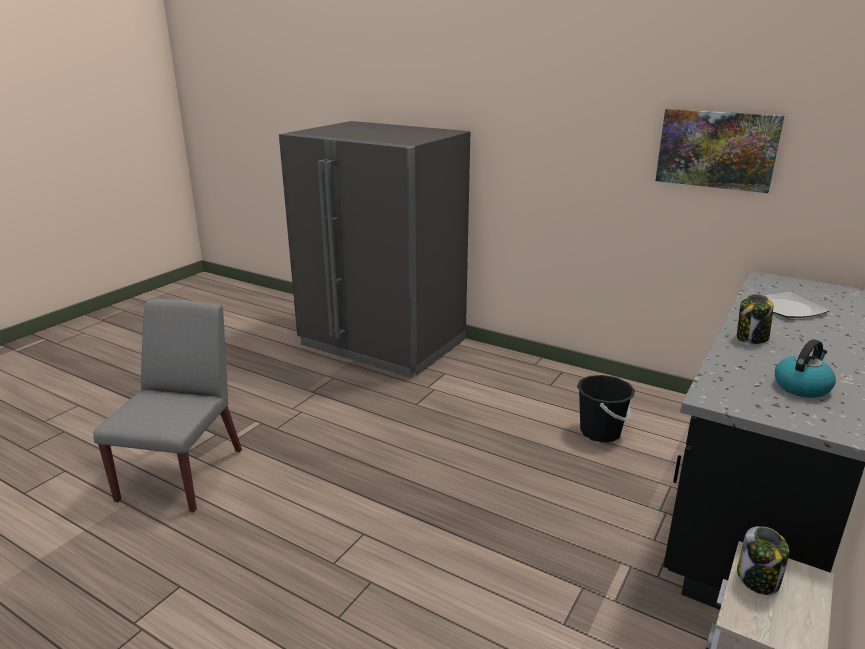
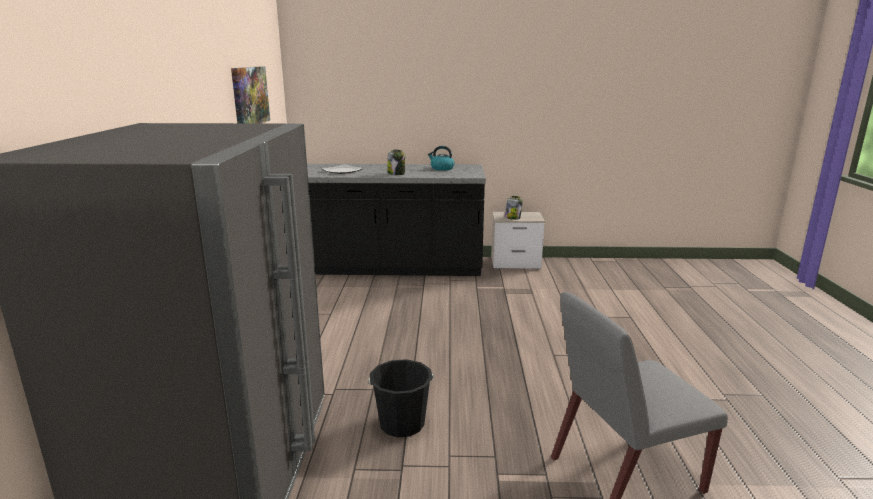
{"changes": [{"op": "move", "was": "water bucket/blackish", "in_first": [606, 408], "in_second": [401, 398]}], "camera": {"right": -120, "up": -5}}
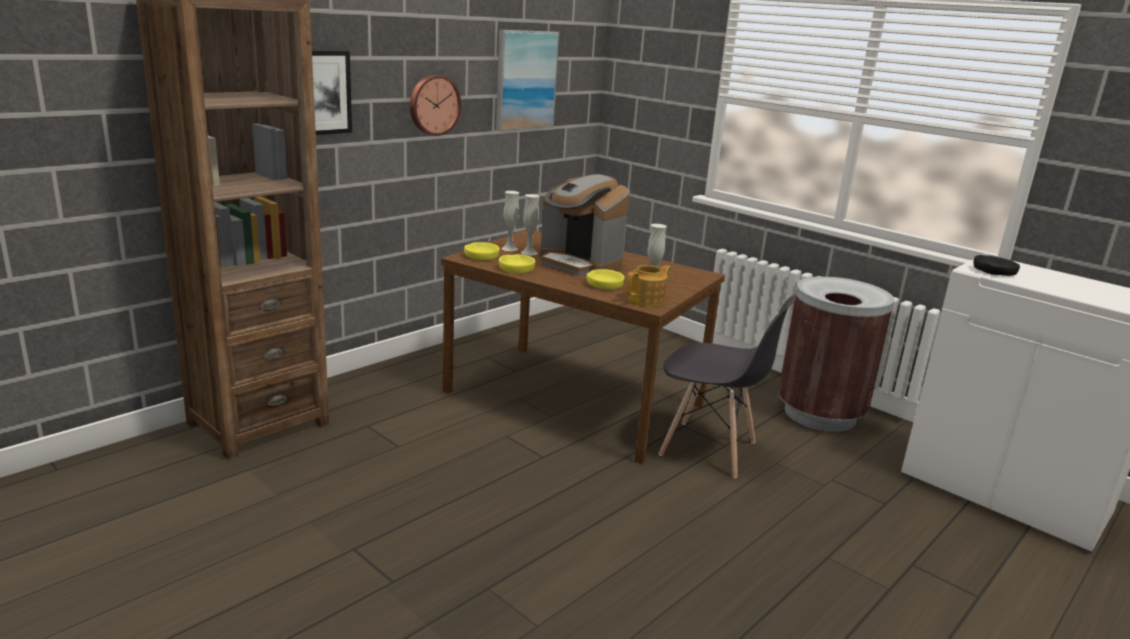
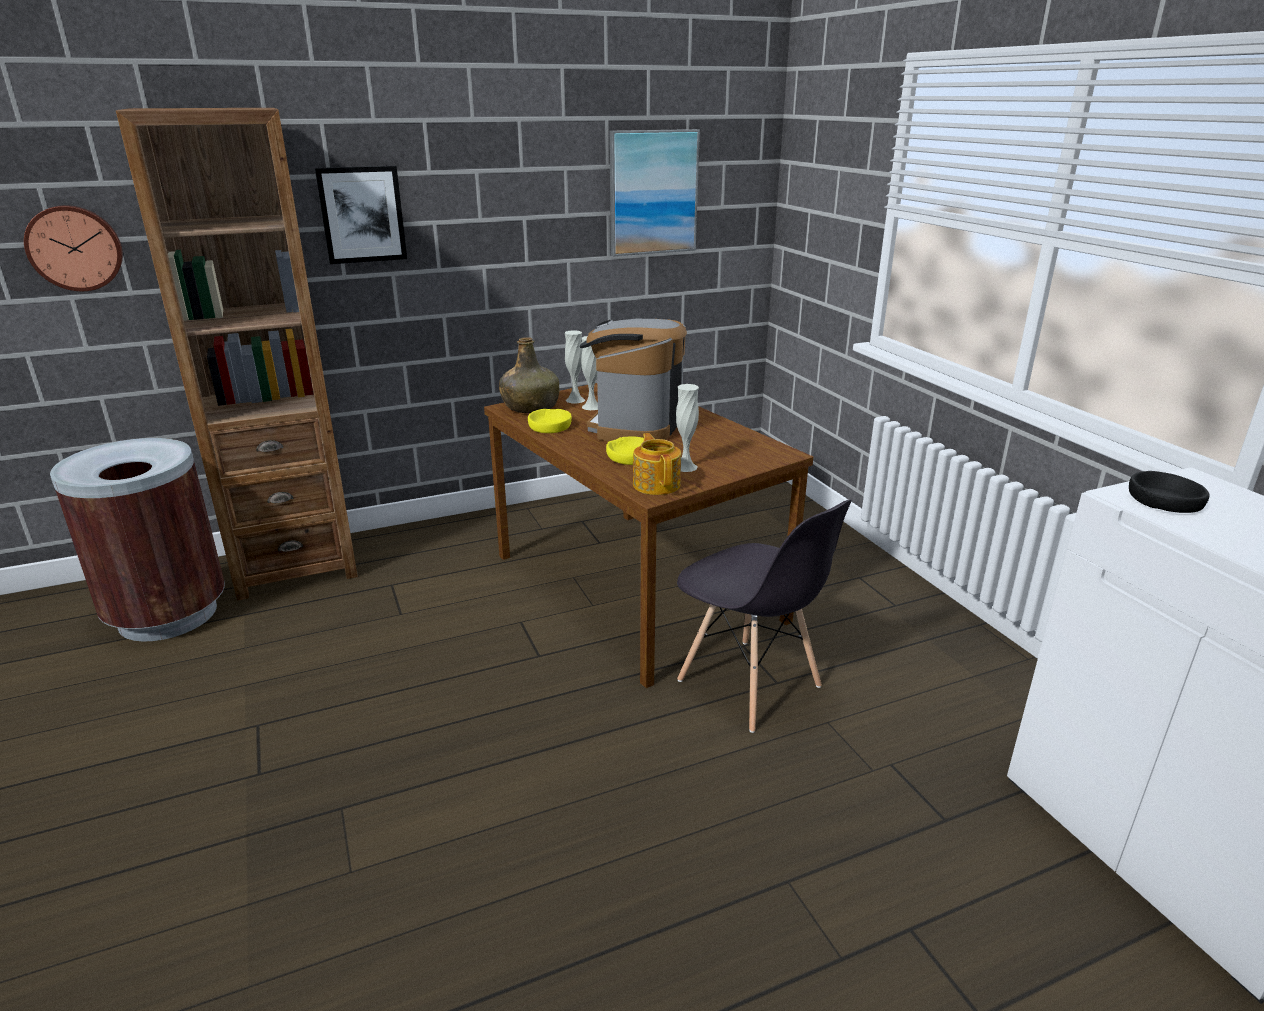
{"changes": [{"op": "move", "was": "hanging clock", "in_first": [435, 105], "in_second": [73, 248]}, {"op": "move", "was": "rubbish bin/brown-coloured", "in_first": [836, 354], "in_second": [137, 539]}, {"op": "replace", "was": "serving bowl/yellow-coloured", "now": "bottle/green", "in_first": [482, 251], "in_second": [529, 375]}, {"op": "rotate", "was": "coffee brewer", "in_first": [584, 225], "in_second": [633, 380], "clockwise": 45}, {"op": "rotate", "was": "teapot", "in_first": [648, 286], "in_second": [657, 464], "clockwise": -90}], "camera": {"right": 25, "up": 5}}
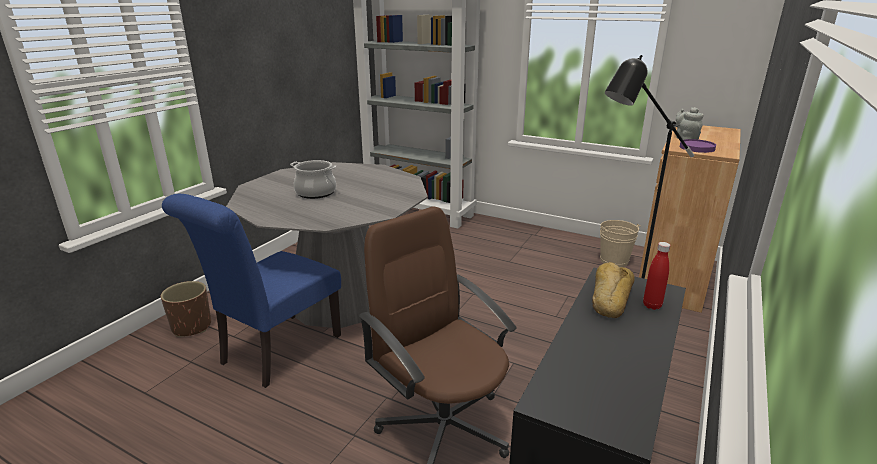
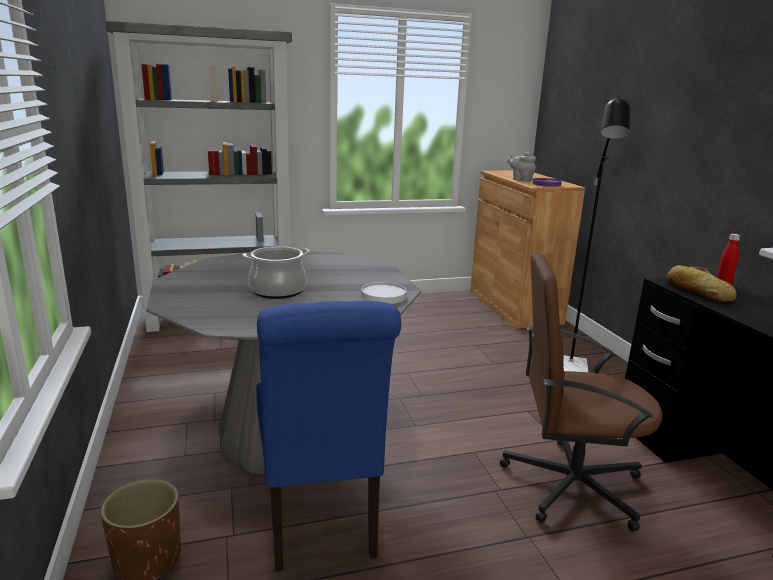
{"changes": [{"op": "delete", "was": "water bucket/beige-coloured", "in_first": [620, 243]}, {"op": "insert", "now": "plate/white", "in_second": [383, 293]}], "camera": {"right": -45, "up": -5}}
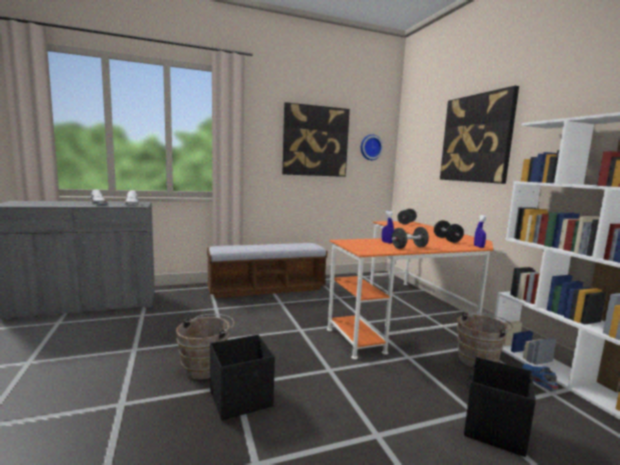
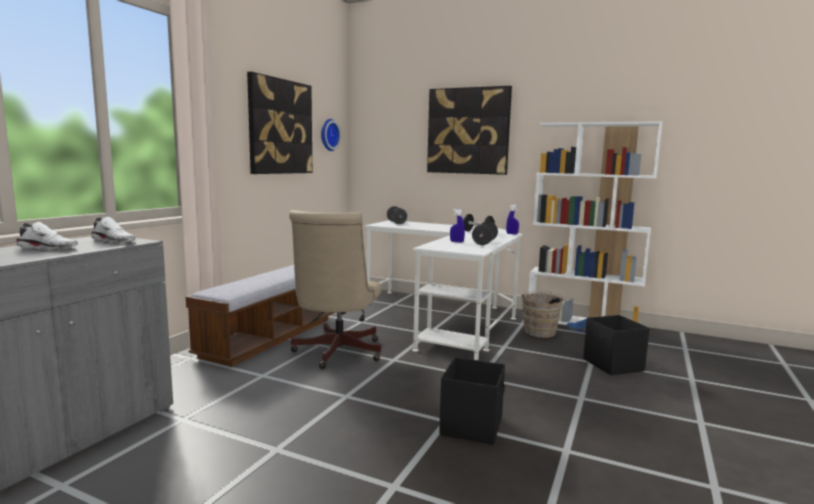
{"changes": [{"op": "delete", "was": "water bucket/brown-coloured", "in_first": [205, 347]}, {"op": "insert", "now": "office chair/beige-coloured", "in_second": [335, 289]}, {"op": "recolor", "was": "desk unit/orange", "now": "desk unit/white", "in_first": [410, 290], "in_second": [444, 290]}], "camera": {"right": -45, "up": 0}}
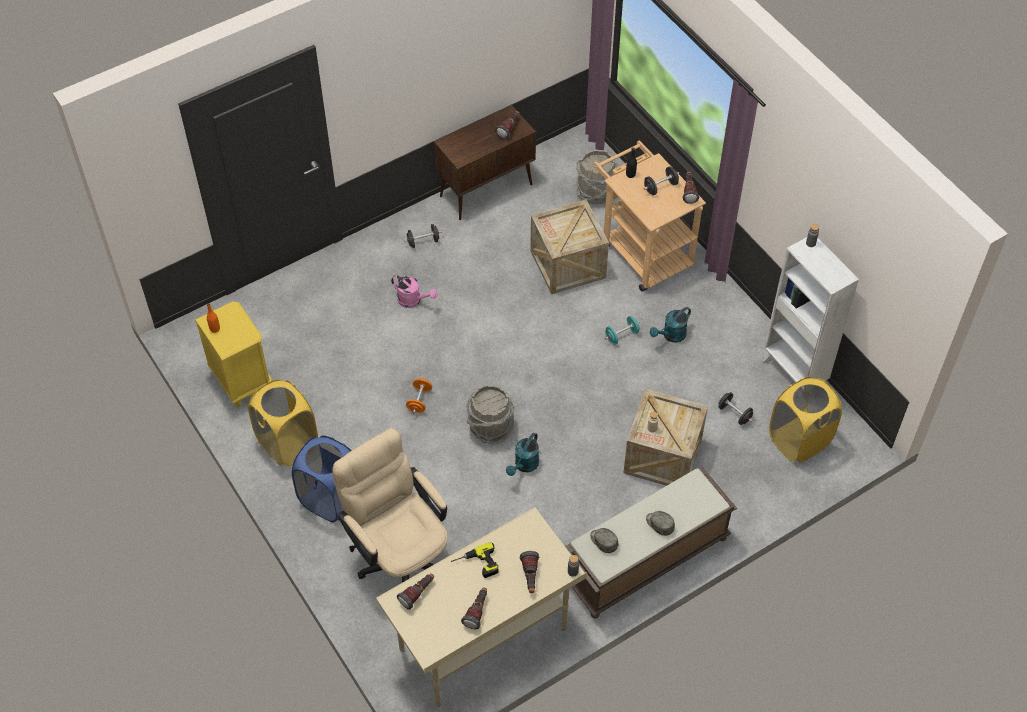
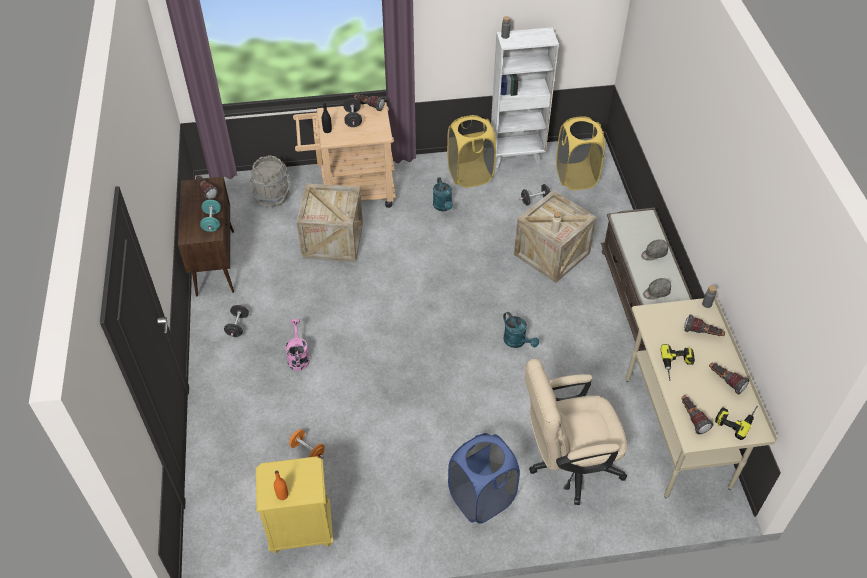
{"changes": [{"op": "delete", "was": "water bucket/greyish", "in_first": [490, 414]}, {"op": "insert", "now": "drill", "in_second": [736, 423]}, {"op": "move", "was": "washing basket/yellow-coloured", "in_first": [283, 422], "in_second": [471, 151]}, {"op": "move", "was": "dumbbell/orange", "in_first": [419, 395], "in_second": [307, 443]}, {"op": "move", "was": "dumbbell/turquoise-coloured", "in_first": [622, 330], "in_second": [210, 216]}, {"op": "rotate", "was": "watering pot/pink", "in_first": [414, 291], "in_second": [298, 345], "clockwise": -60}], "camera": {"right": -65, "up": -5}}
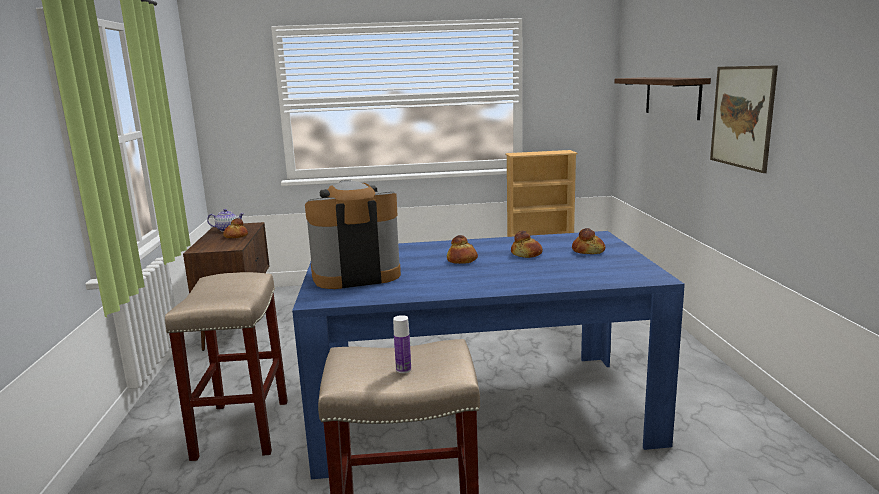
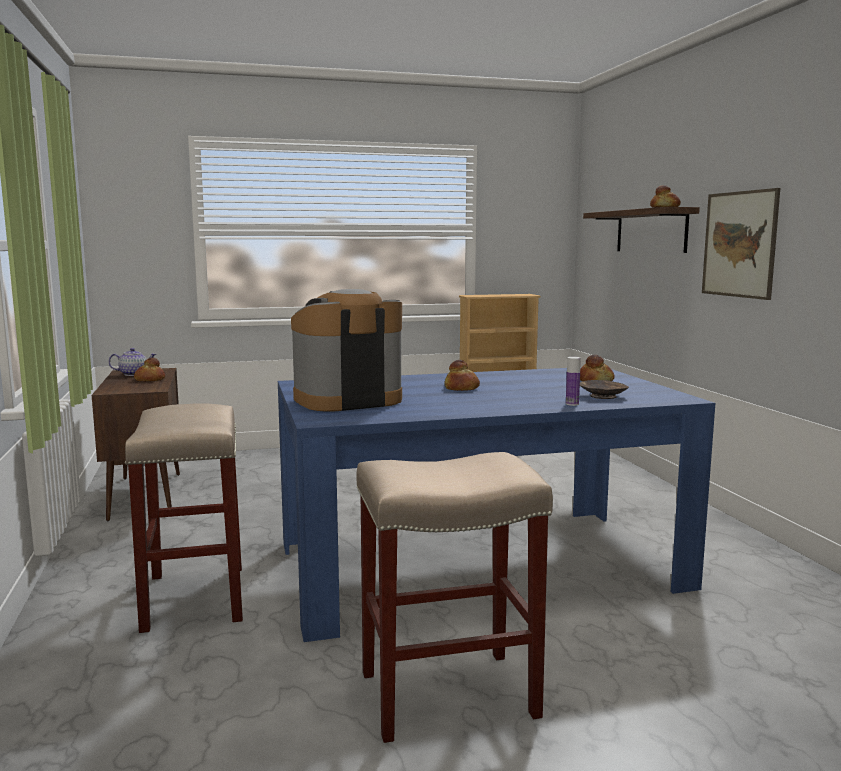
{"changes": [{"op": "insert", "now": "serving bowl/brown-coloured", "in_second": [604, 389]}, {"op": "move", "was": "bottle", "in_first": [402, 344], "in_second": [573, 381]}, {"op": "move", "was": "baked bread", "in_first": [527, 244], "in_second": [665, 196]}], "camera": {"right": -10, "up": -5}}
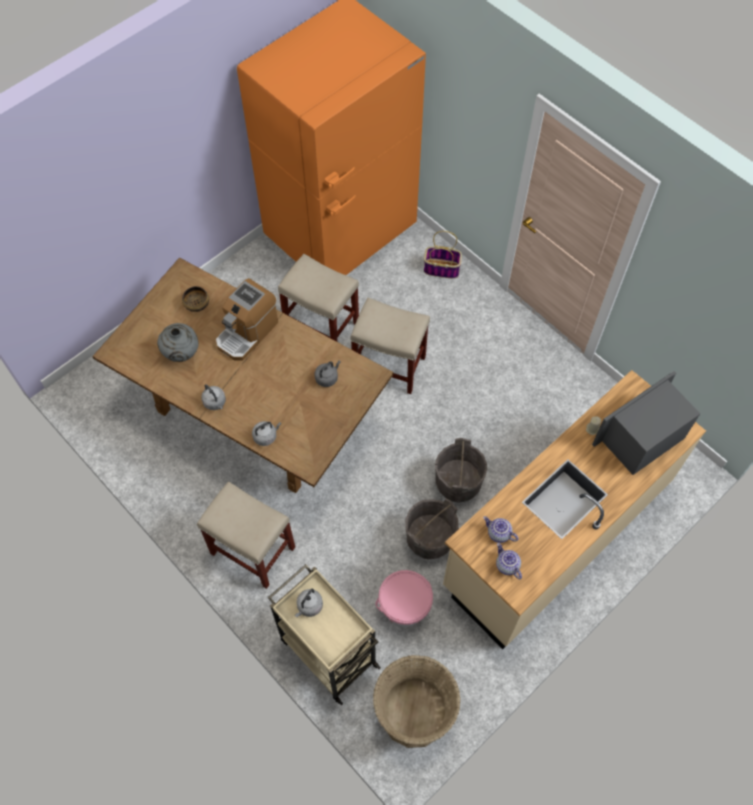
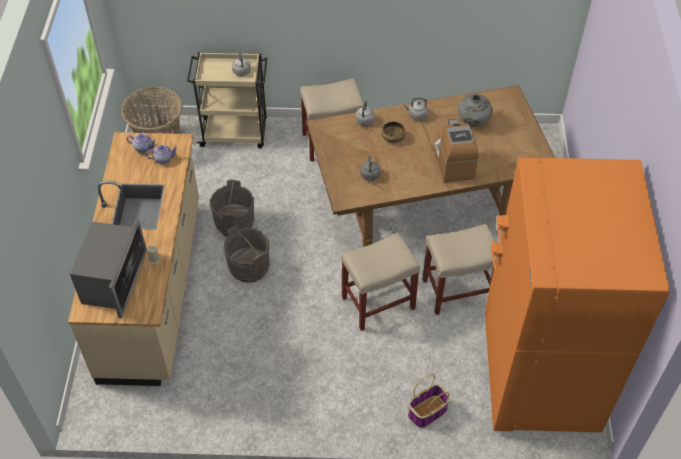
{"changes": [{"op": "delete", "was": "water bucket/pink", "in_first": [404, 598]}, {"op": "move", "was": "serving bowl", "in_first": [195, 299], "in_second": [393, 132]}], "camera": {"right": 135, "up": -10}}
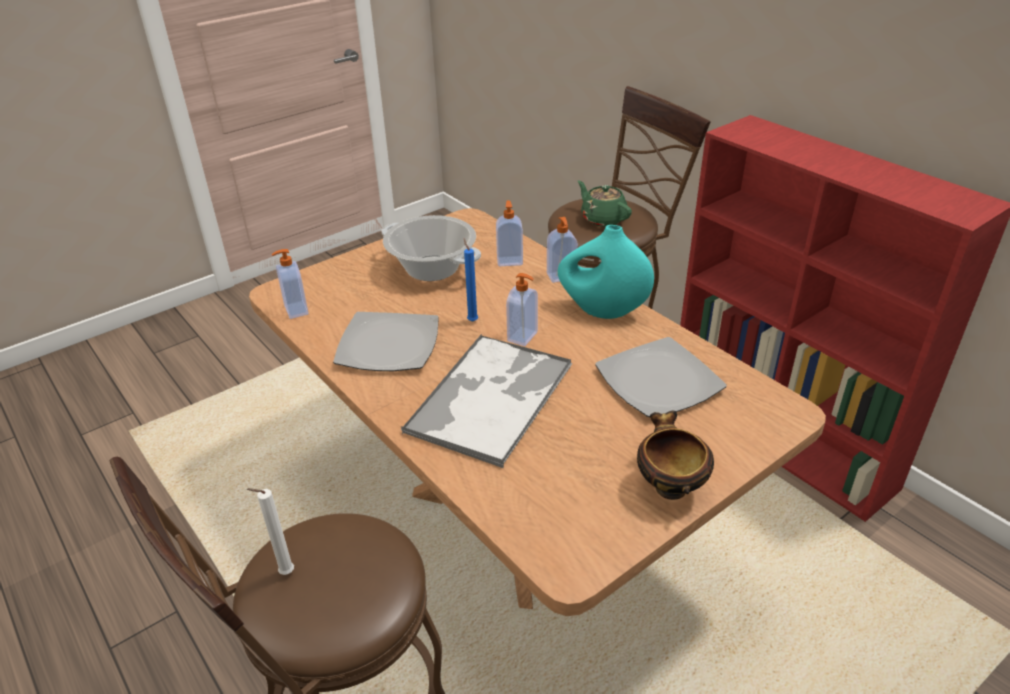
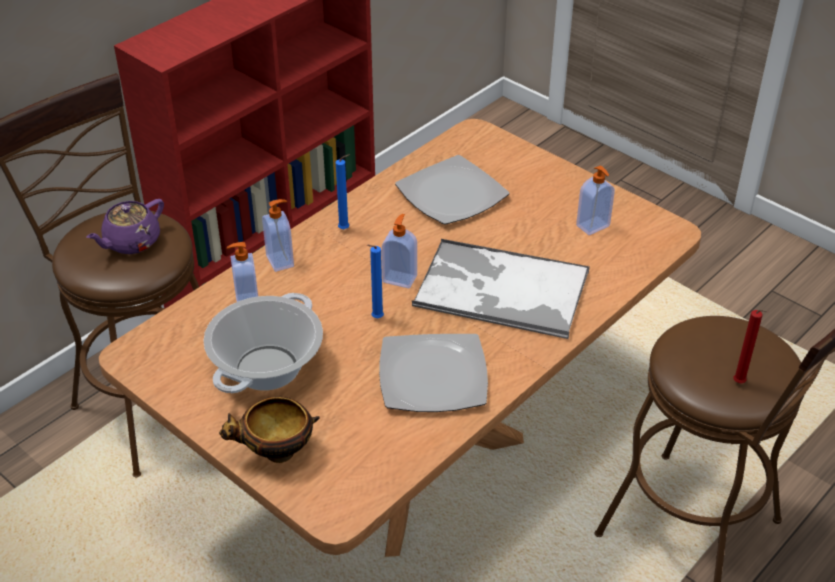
{"changes": [{"op": "move", "was": "soap bottle", "in_first": [290, 284], "in_second": [595, 200]}, {"op": "move", "was": "serving bowl", "in_first": [675, 455], "in_second": [269, 429]}, {"op": "replace", "was": "vase/turquoise-coloured", "now": "candle/bluish", "in_first": [606, 272], "in_second": [343, 191]}, {"op": "recolor", "was": "candle/white", "now": "candle/red", "in_first": [270, 531], "in_second": [750, 346]}, {"op": "recolor", "was": "teapot/green", "now": "teapot/purple", "in_first": [604, 203], "in_second": [125, 226]}], "camera": {"right": -100, "up": 5}}
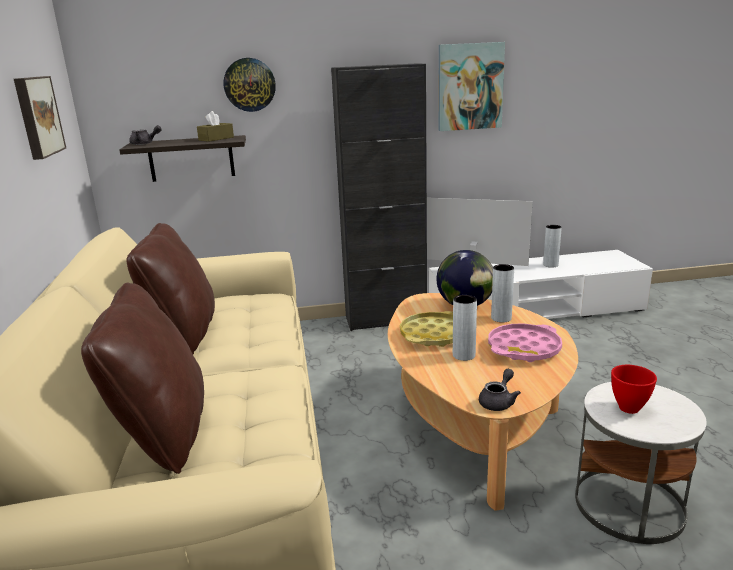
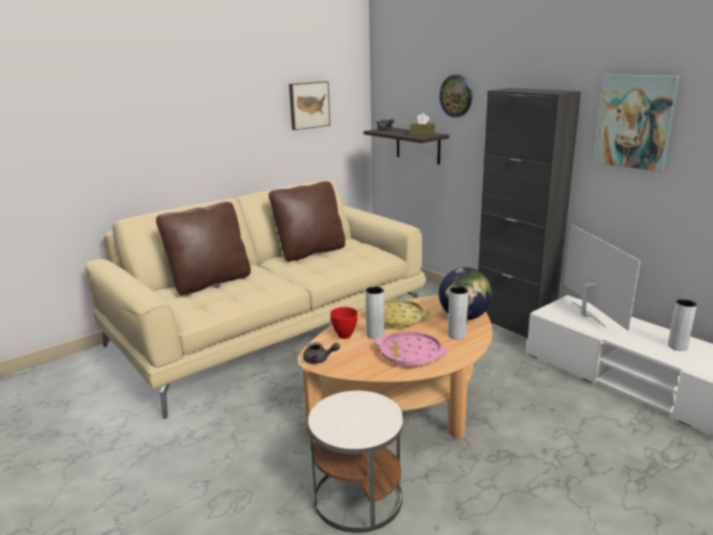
{"changes": [{"op": "move", "was": "serving bowl/red", "in_first": [634, 389], "in_second": [344, 323]}], "camera": {"right": 60, "up": 0}}
